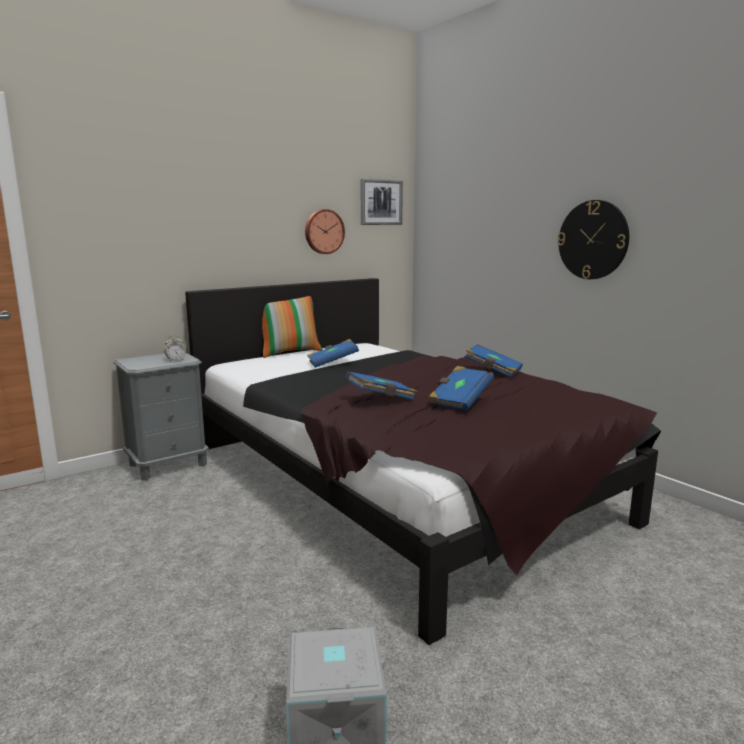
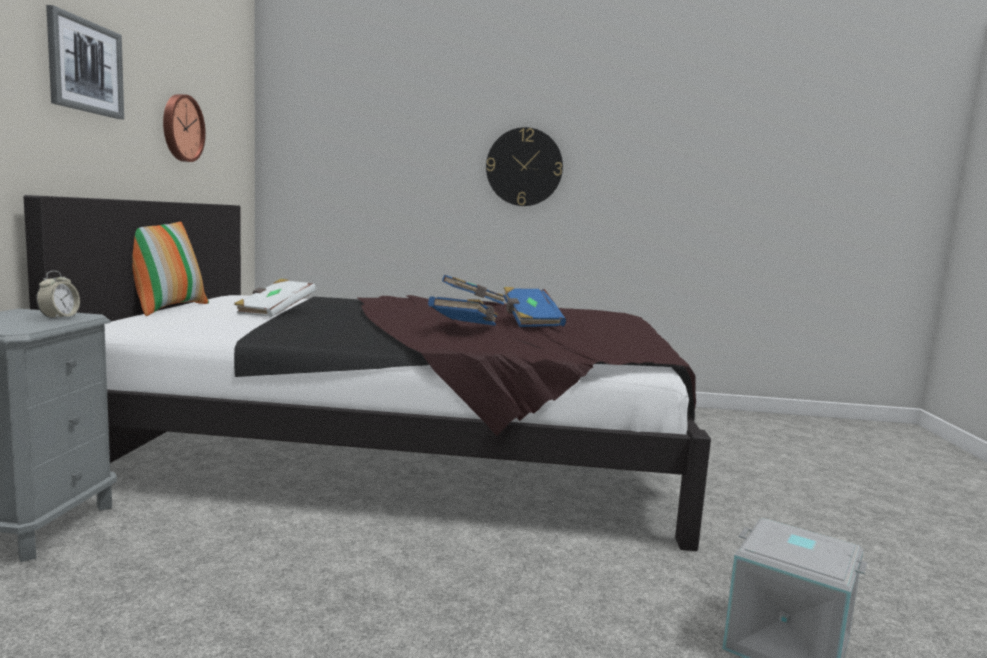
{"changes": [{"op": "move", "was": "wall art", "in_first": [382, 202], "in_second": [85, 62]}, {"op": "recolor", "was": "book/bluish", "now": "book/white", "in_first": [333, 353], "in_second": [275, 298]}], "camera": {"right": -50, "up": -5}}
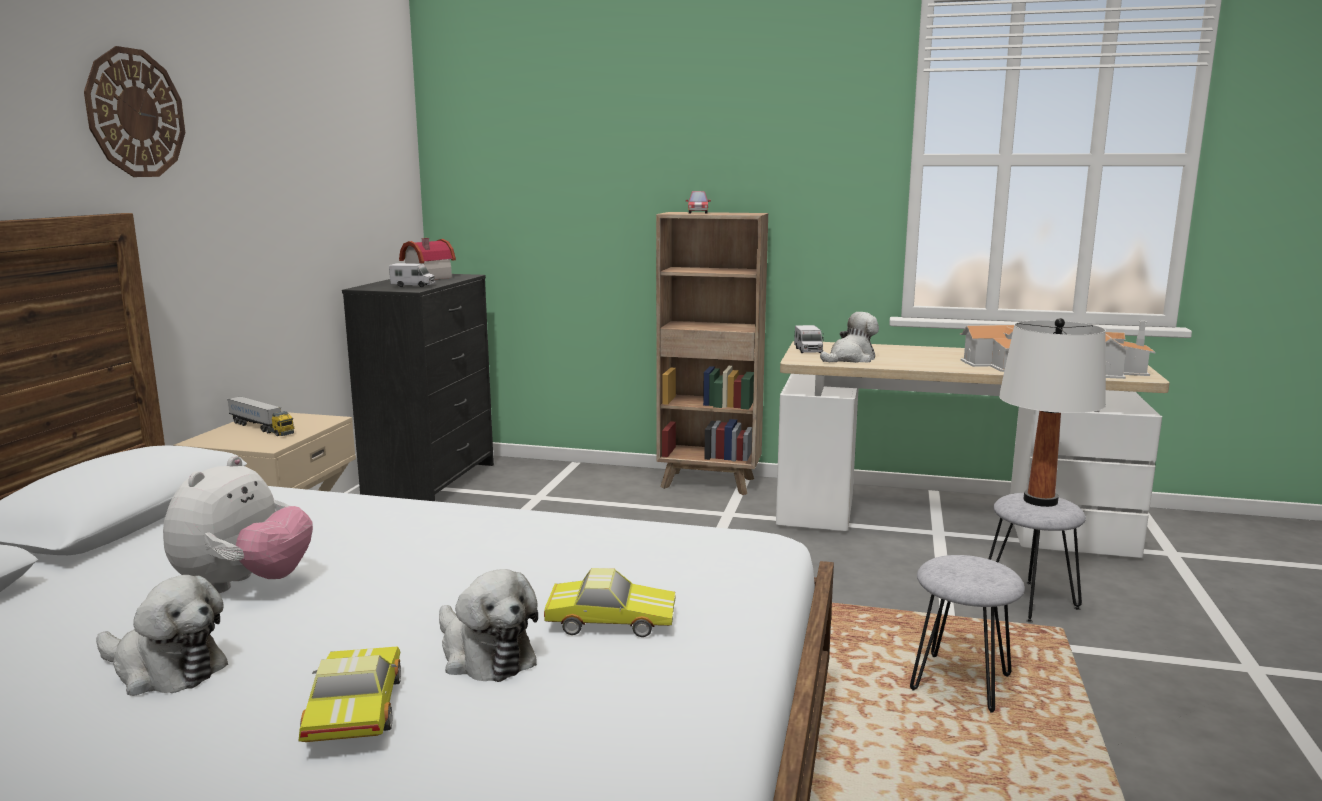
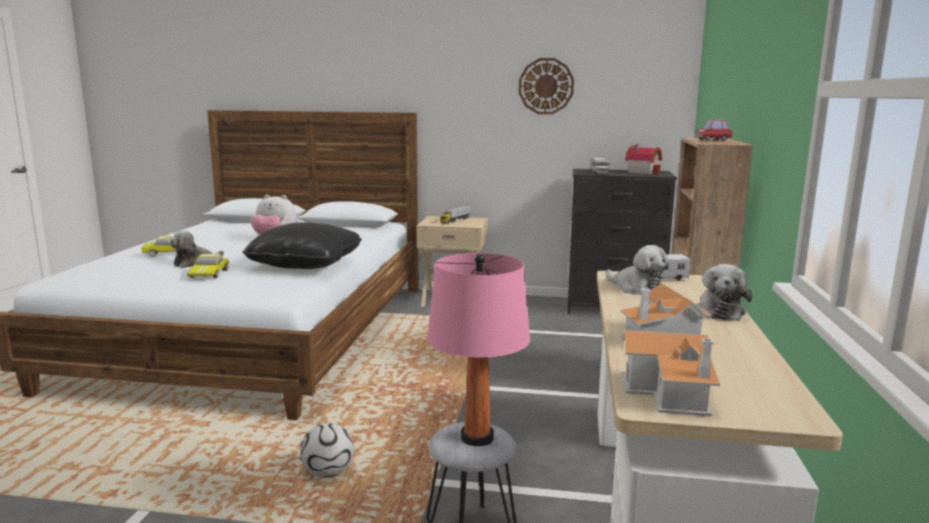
{"changes": [{"op": "insert", "now": "throw pillow/blackish", "in_second": [302, 246]}, {"op": "move", "was": "hanging clock", "in_first": [134, 111], "in_second": [546, 86]}, {"op": "move", "was": "cuddly toy", "in_first": [162, 635], "in_second": [724, 292]}, {"op": "replace", "was": "sitting stool/greyish", "now": "football", "in_first": [967, 634], "in_second": [327, 450]}, {"op": "recolor", "was": "tabletop lamp/white", "now": "tabletop lamp/pink", "in_first": [1052, 412], "in_second": [478, 349]}], "camera": {"right": 85, "up": 0}}
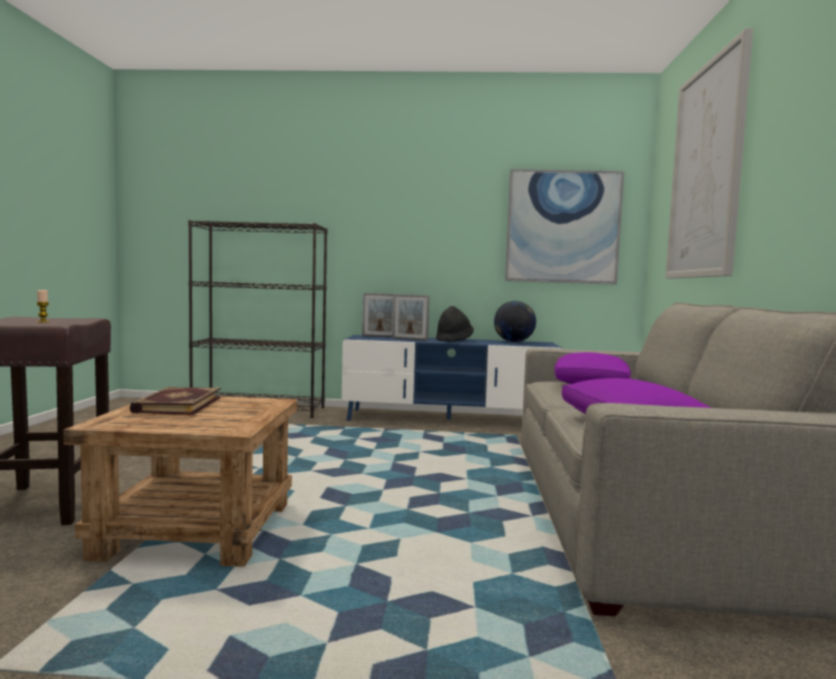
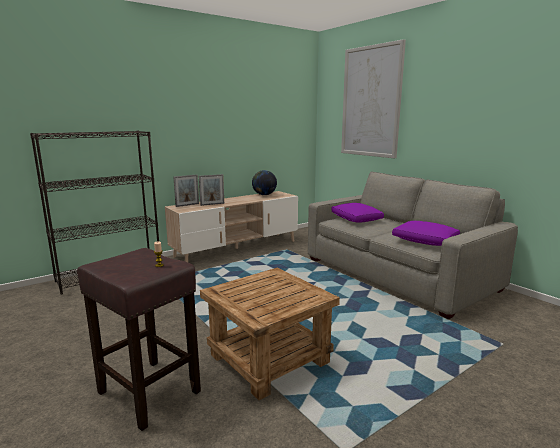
{"changes": [{"op": "delete", "was": "book", "in_first": [175, 401]}, {"op": "delete", "was": "hat/blackish", "in_first": [455, 324]}, {"op": "delete", "was": "wall art", "in_first": [564, 227]}, {"op": "recolor", "was": "media console/bluish", "now": "media console/beige-coloured", "in_first": [452, 378], "in_second": [231, 226]}], "camera": {"right": -40, "up": 10}}
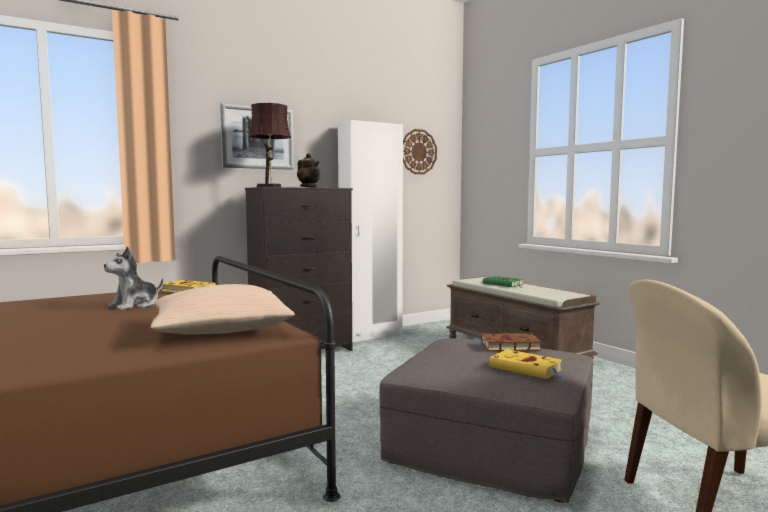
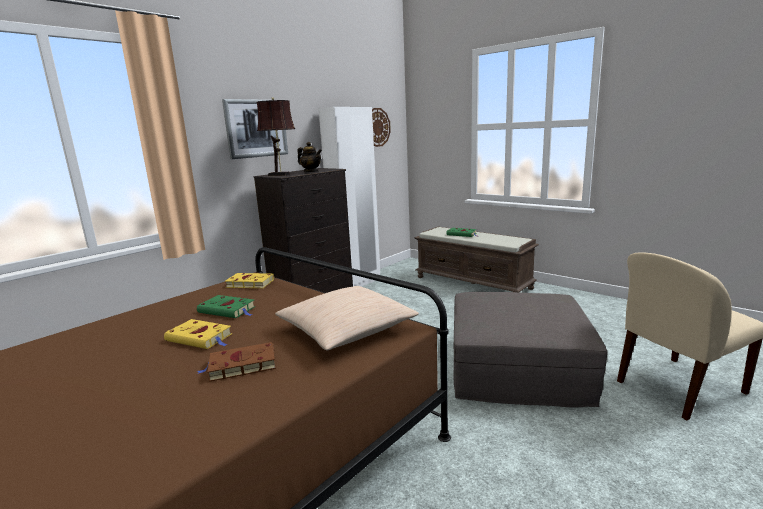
{"changes": [{"op": "move", "was": "book/brown-coloured", "in_first": [507, 342], "in_second": [236, 362]}, {"op": "move", "was": "book/yellow-coloured", "in_first": [527, 364], "in_second": [198, 334]}, {"op": "replace", "was": "cuddly toy", "now": "book/green", "in_first": [133, 278], "in_second": [226, 306]}], "camera": {"right": -15, "up": 10}}
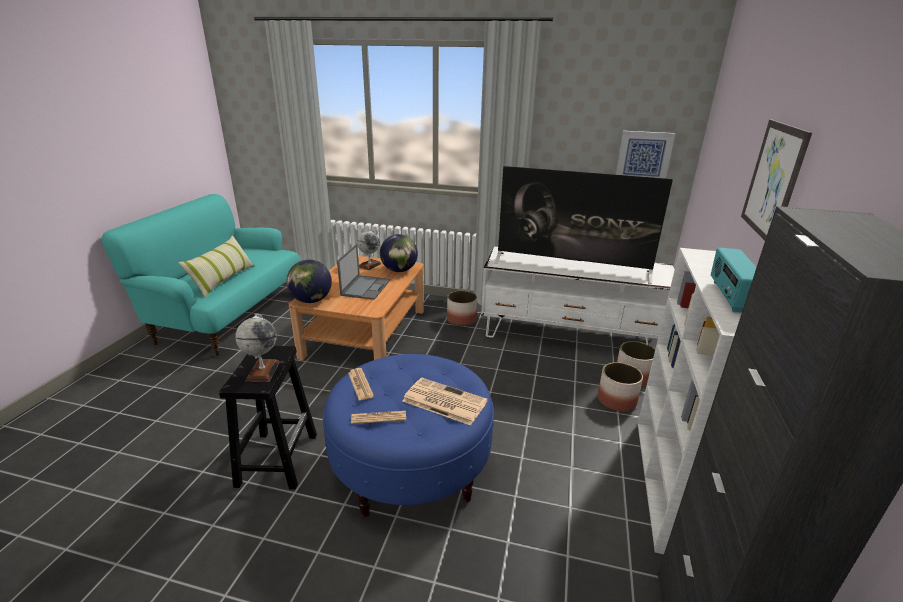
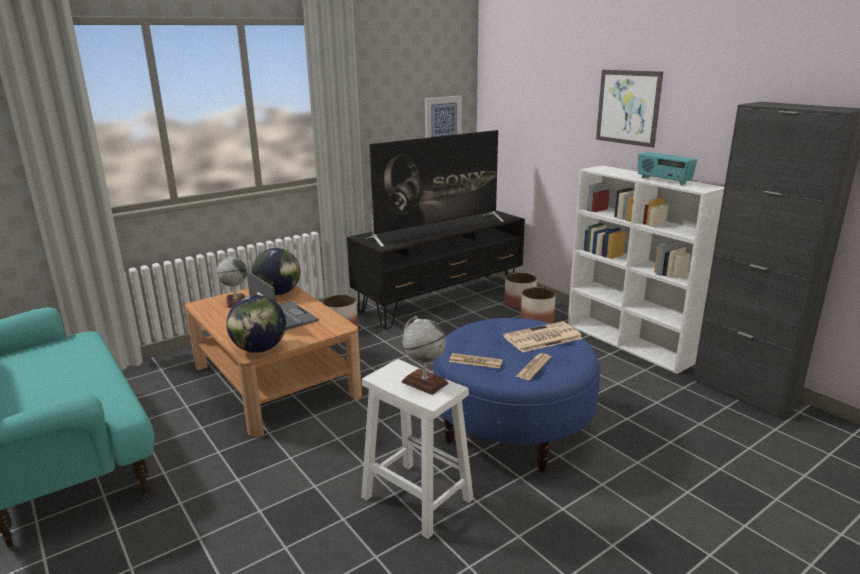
{"changes": [{"op": "delete", "was": "throw pillow", "in_first": [216, 266]}, {"op": "recolor", "was": "sitting stool/blackish", "now": "sitting stool/white", "in_first": [268, 418], "in_second": [417, 449]}, {"op": "recolor", "was": "media console/white", "now": "media console/blackish", "in_first": [578, 295], "in_second": [436, 269]}], "camera": {"right": -50, "up": -5}}
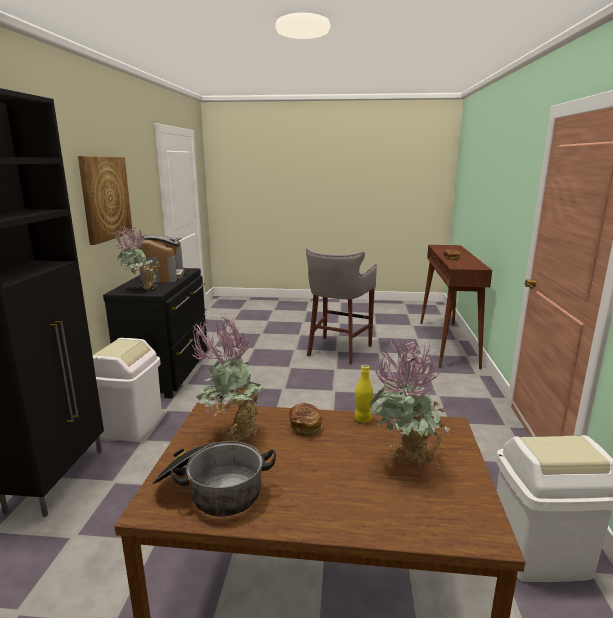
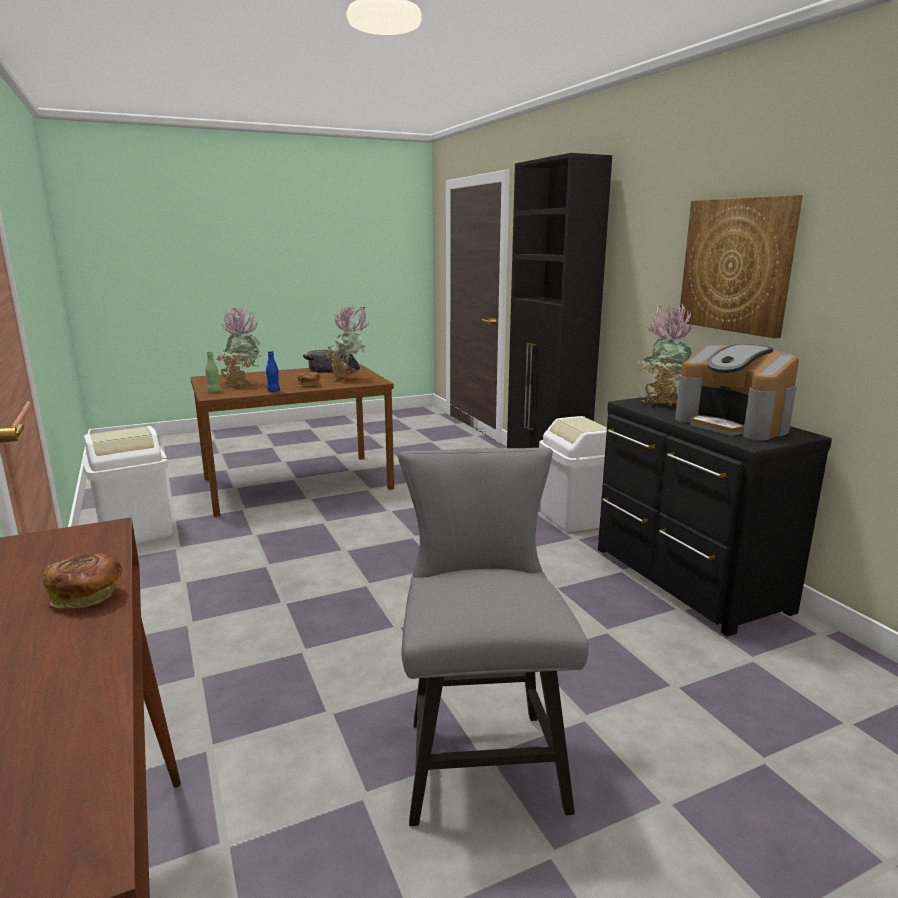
{"changes": [{"op": "insert", "now": "bottle/green", "in_second": [213, 372]}, {"op": "replace", "was": "sitting stool/greyish", "now": "chair/greyish", "in_first": [341, 305], "in_second": [493, 637]}, {"op": "recolor", "was": "bottle/yellow-coloured", "now": "bottle/bluish", "in_first": [363, 393], "in_second": [273, 371]}], "camera": {"right": 150, "up": 0}}
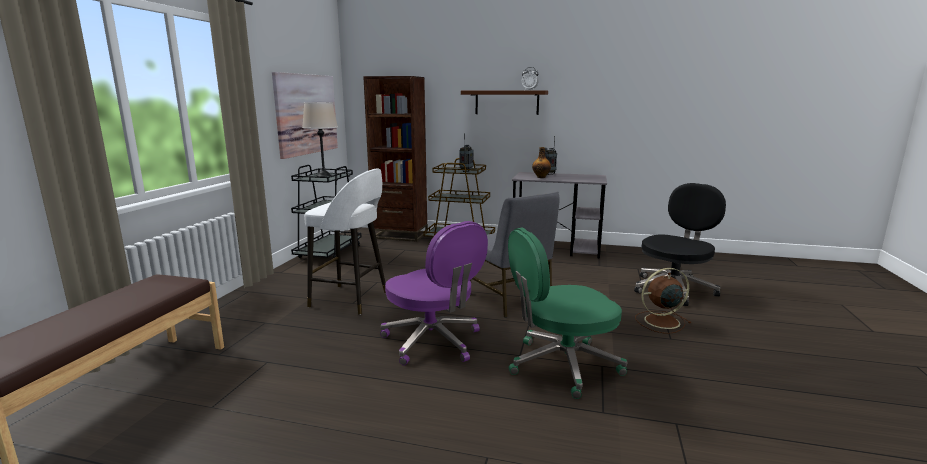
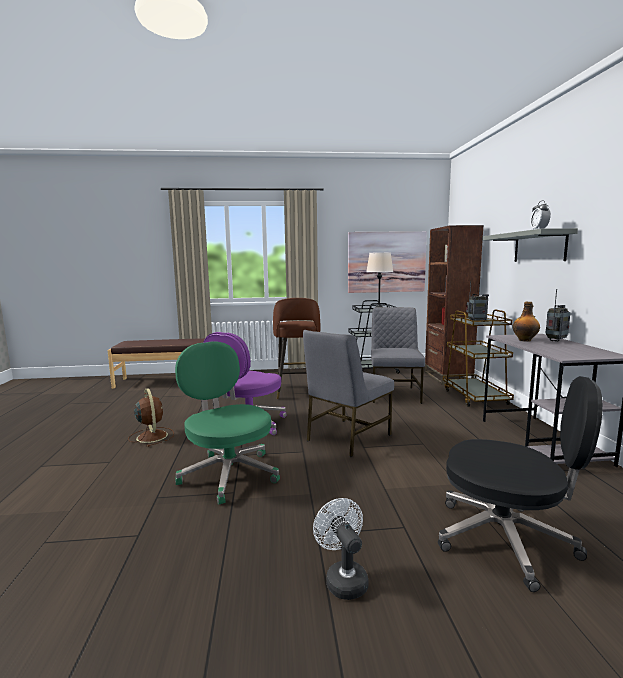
{"changes": [{"op": "insert", "now": "fan/white", "in_second": [341, 549]}, {"op": "insert", "now": "chair/greyish", "in_second": [398, 355]}, {"op": "move", "was": "fan/brown-coloured", "in_first": [663, 301], "in_second": [151, 417]}, {"op": "recolor", "was": "sitting stool/white", "now": "sitting stool/brown-coloured", "in_first": [345, 241], "in_second": [296, 348]}, {"op": "recolor", "was": "shelf/brown-coloured", "now": "shelf/greyish", "in_first": [504, 102], "in_second": [530, 245]}], "camera": {"right": 70, "up": -5}}
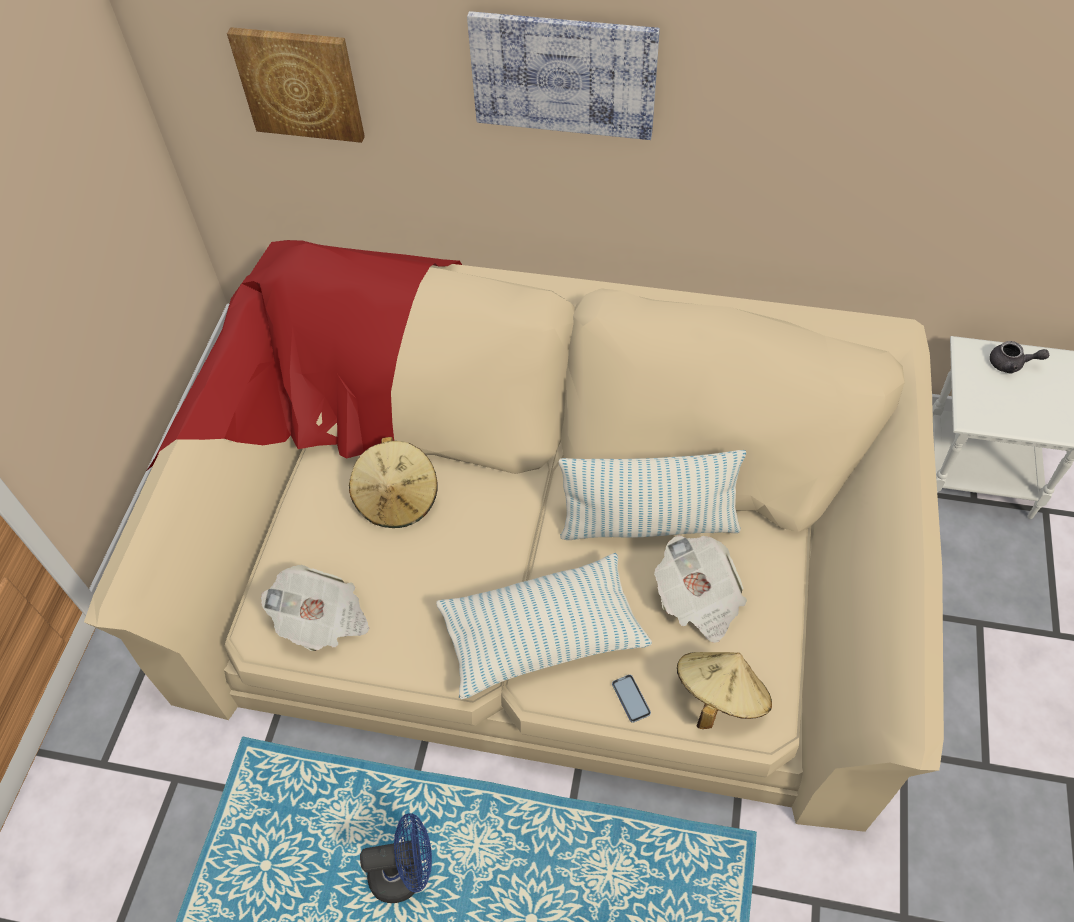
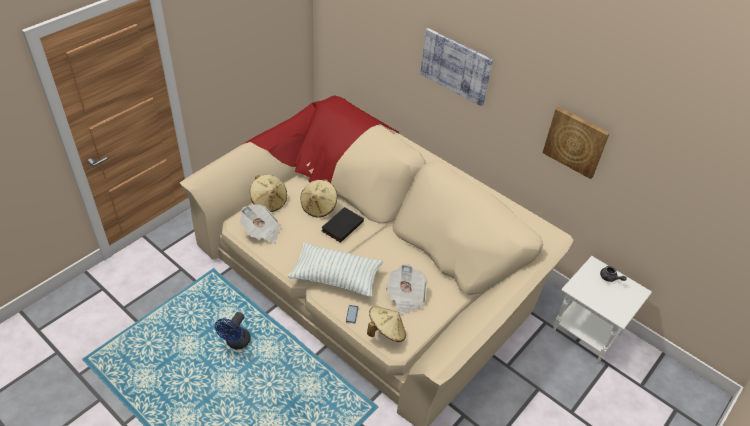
{"changes": [{"op": "delete", "was": "throw pillow", "in_first": [652, 495]}, {"op": "insert", "now": "hat/beige-coloured", "in_second": [268, 193]}, {"op": "insert", "now": "book/blackish", "in_second": [342, 225]}, {"op": "move", "was": "wall art", "in_first": [296, 85], "in_second": [576, 143]}, {"op": "rotate", "was": "fan/bluish", "in_first": [396, 858], "in_second": [233, 330], "clockwise": 90}], "camera": {"right": 25, "up": -10}}
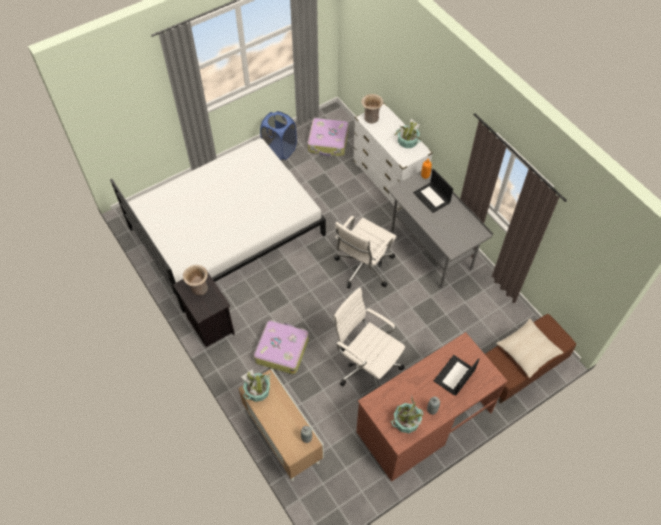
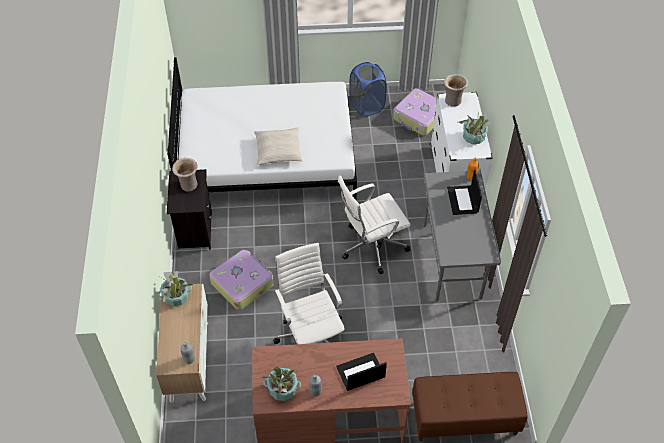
{"changes": [{"op": "move", "was": "throw pillow/beige-coloured", "in_first": [530, 348], "in_second": [278, 146]}], "camera": {"right": 30, "up": -5}}
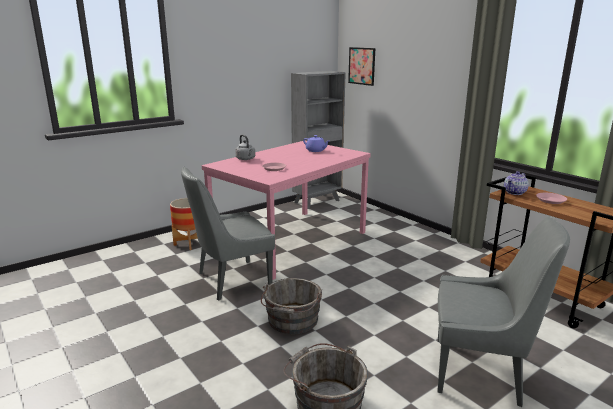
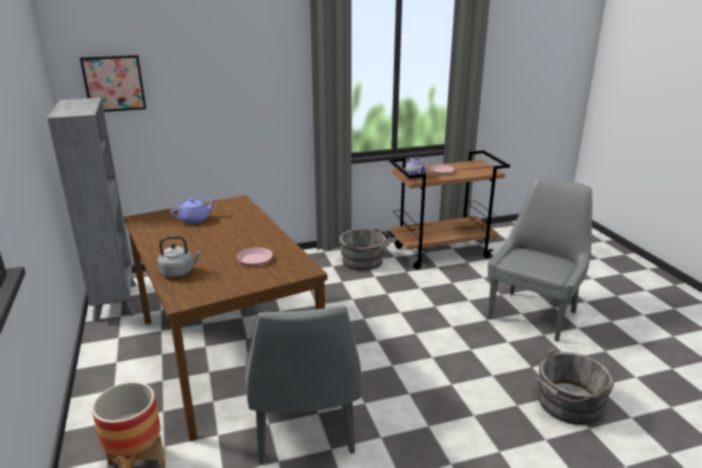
{"changes": [{"op": "move", "was": "water bucket/greyish", "in_first": [291, 306], "in_second": [365, 248]}, {"op": "recolor", "was": "dining table/pink", "now": "dining table/brown-coloured", "in_first": [286, 210], "in_second": [225, 318]}], "camera": {"right": -70, "up": 5}}
